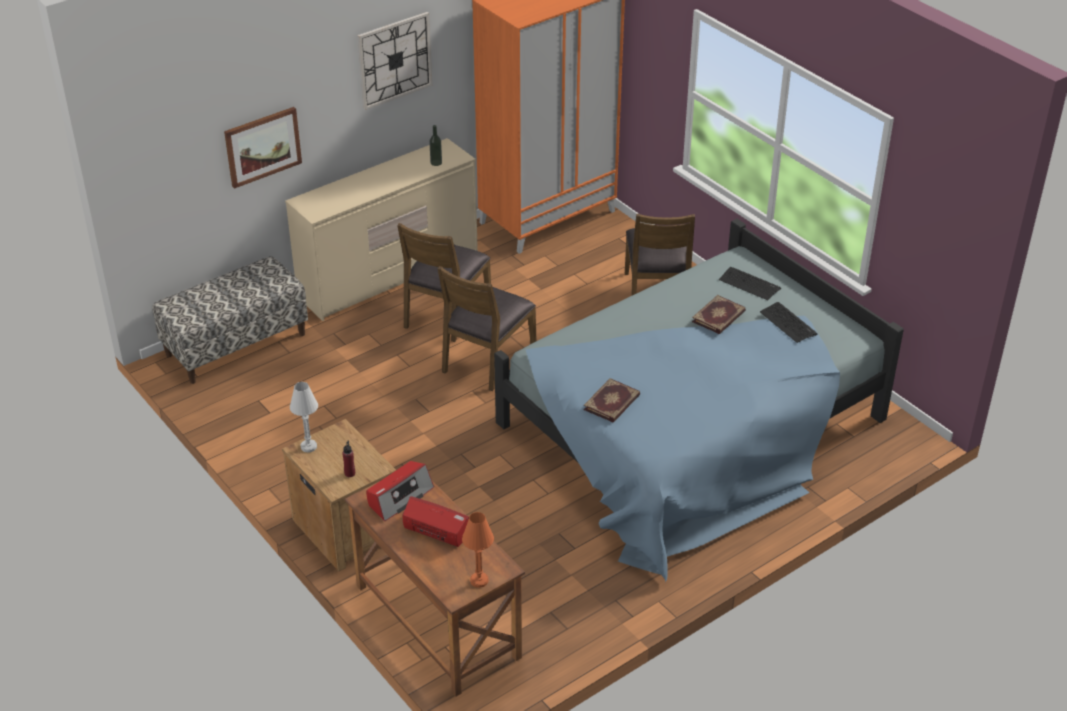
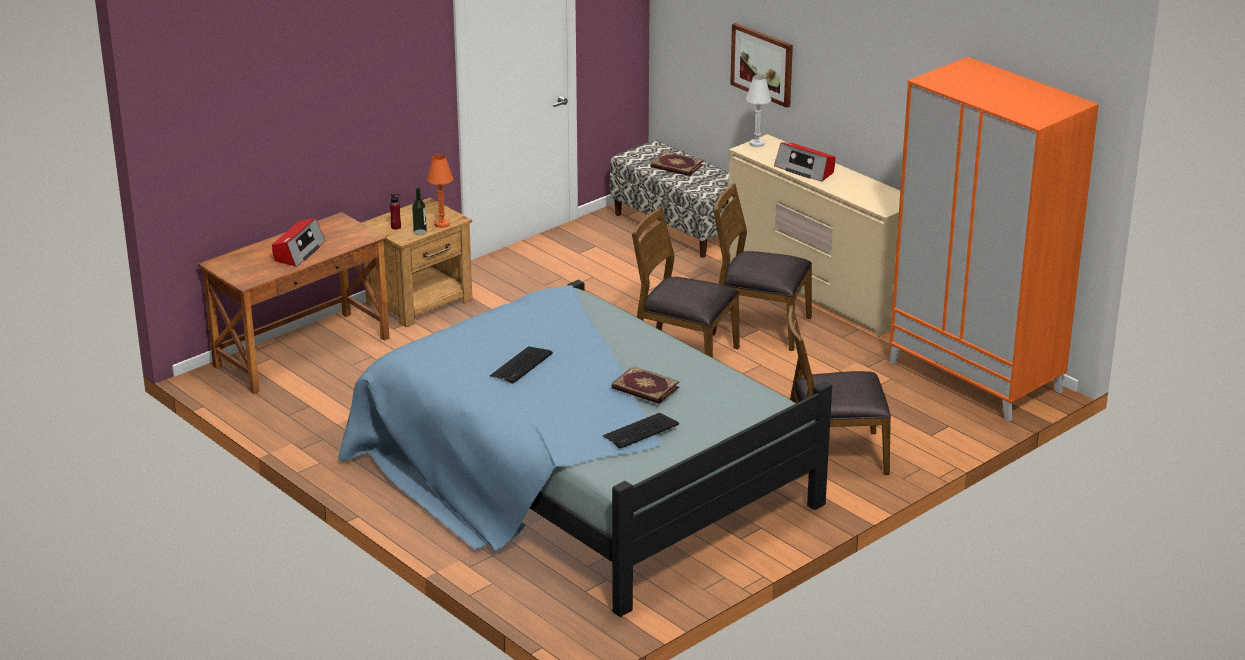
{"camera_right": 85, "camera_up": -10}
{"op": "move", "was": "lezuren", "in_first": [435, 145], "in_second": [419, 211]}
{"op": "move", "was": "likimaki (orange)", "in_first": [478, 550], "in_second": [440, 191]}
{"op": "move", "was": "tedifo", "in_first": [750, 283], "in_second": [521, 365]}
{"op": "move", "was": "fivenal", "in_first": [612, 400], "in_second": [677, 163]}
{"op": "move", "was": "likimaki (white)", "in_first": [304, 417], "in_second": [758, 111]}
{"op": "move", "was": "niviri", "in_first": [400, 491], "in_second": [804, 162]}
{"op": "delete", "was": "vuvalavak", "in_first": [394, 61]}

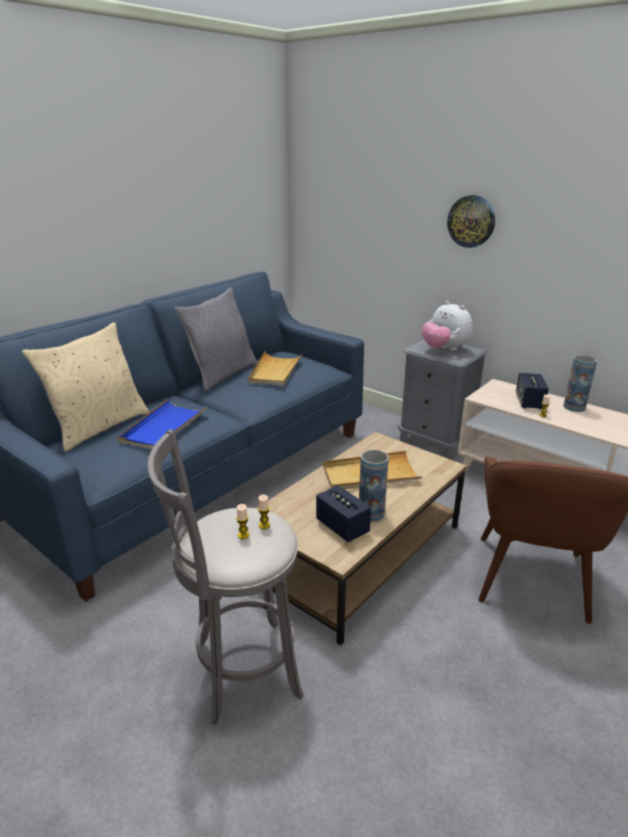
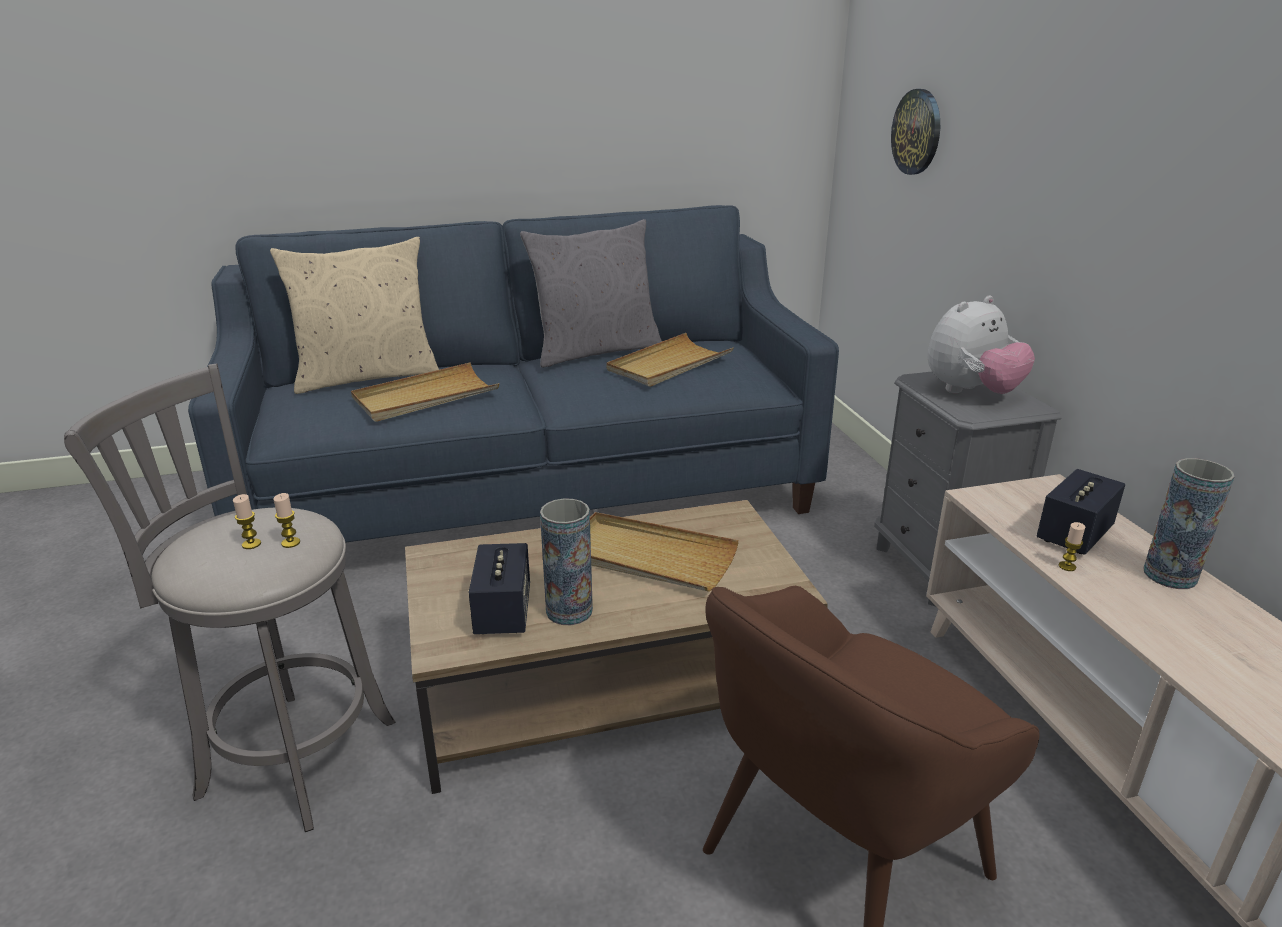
{"camera_right": 35, "camera_up": 0}
{"op": "recolor", "was": "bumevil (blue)", "now": "bumevil (beige)", "in_first": [163, 424], "in_second": [425, 392]}
{"op": "move", "was": "vuvalavak", "in_first": [471, 221], "in_second": [915, 132]}
{"op": "rotate", "was": "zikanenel", "in_first": [447, 326], "in_second": [981, 345], "clockwise": -120}

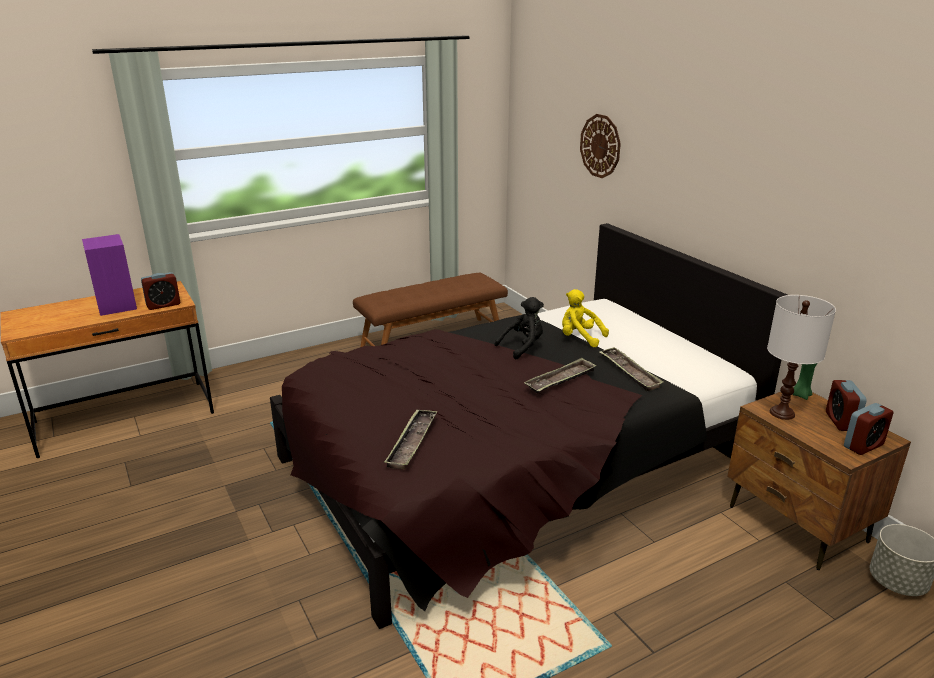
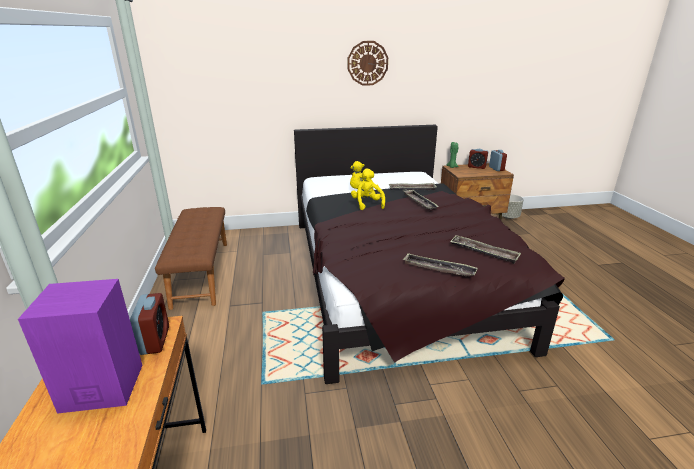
{"camera_right": -70, "camera_up": 0}
{"op": "move", "was": "vuvalavak", "in_first": [600, 146], "in_second": [368, 63]}
{"op": "recolor", "was": "zikanenel (black)", "now": "zikanenel (yellow)", "in_first": [519, 328], "in_second": [368, 189]}
{"op": "insert", "now": "bumevil", "in_second": [440, 265]}
{"op": "delete", "was": "likimaki (white)", "in_first": [801, 357]}

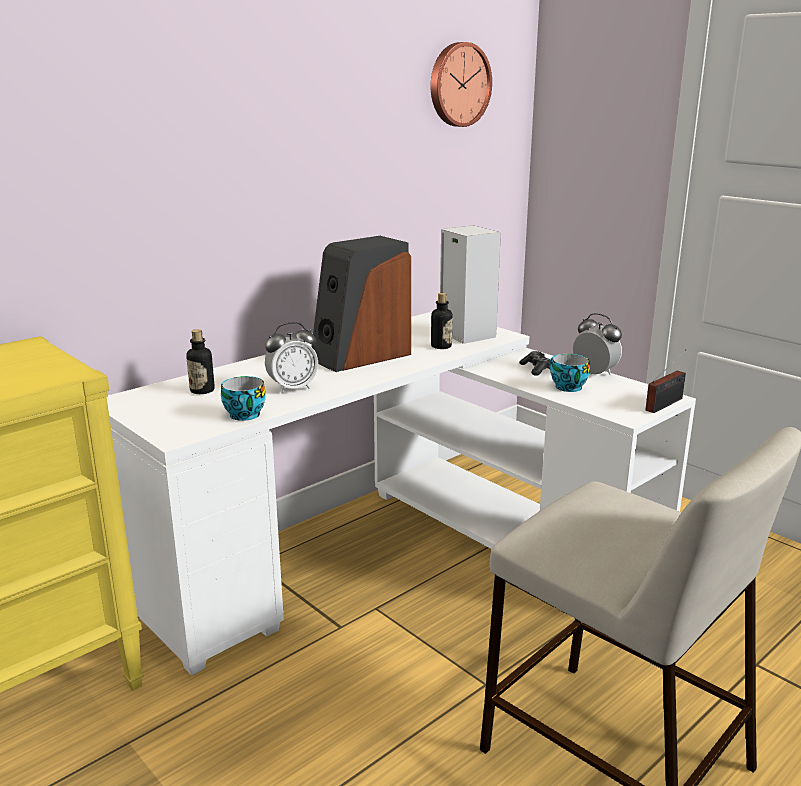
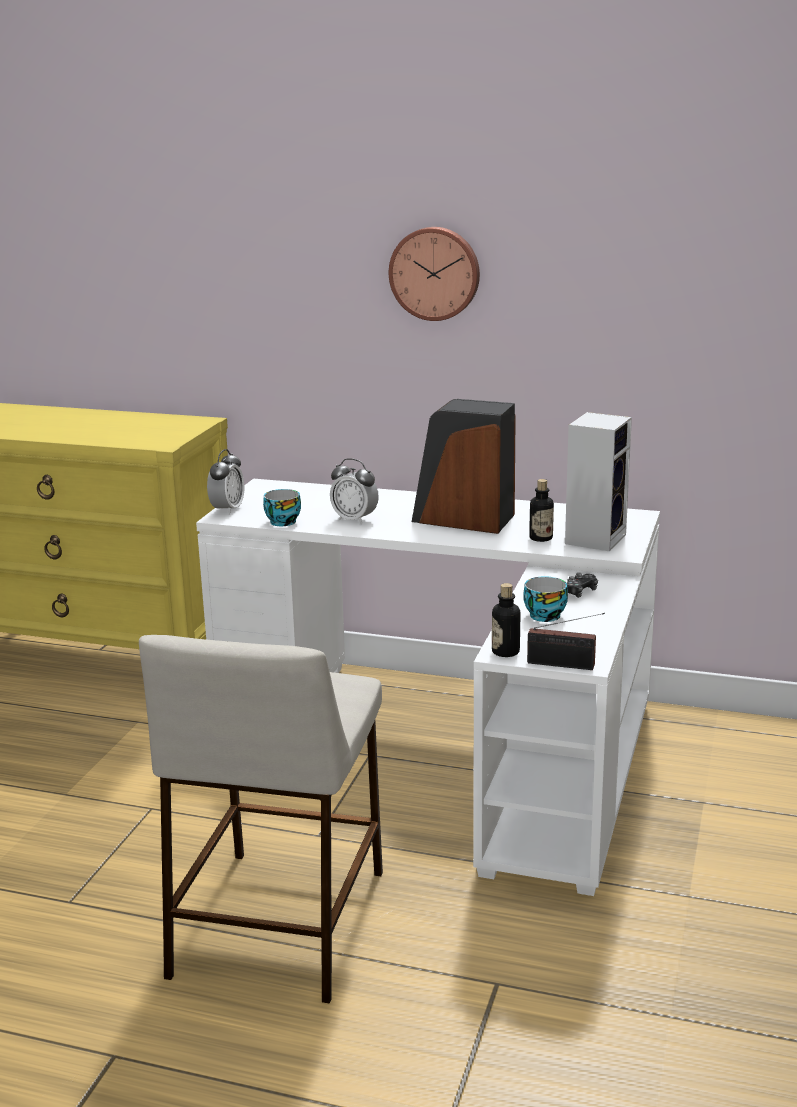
{"camera_right": 60, "camera_up": 0}
{"op": "move", "was": "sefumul", "in_first": [597, 344], "in_second": [225, 482]}
{"op": "move", "was": "vuvalavak", "in_first": [461, 84], "in_second": [434, 274]}
{"op": "move", "was": "lezuren", "in_first": [200, 361], "in_second": [506, 620]}

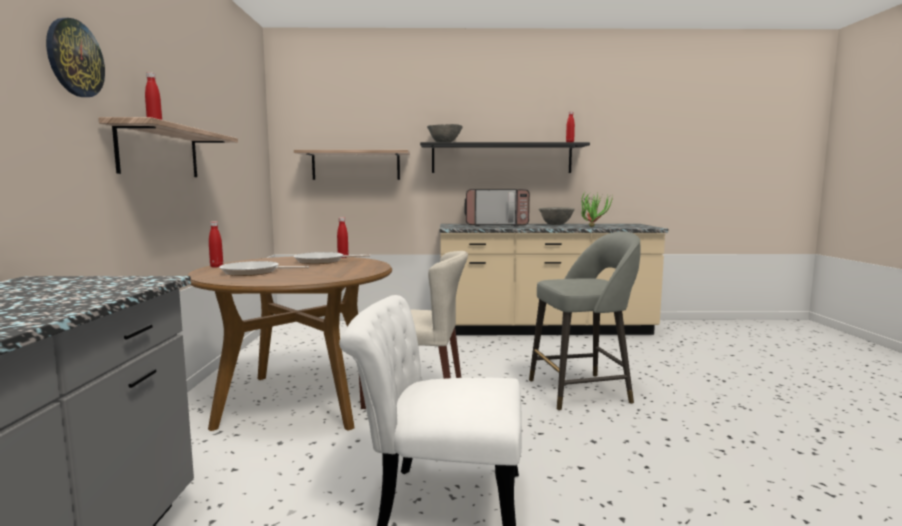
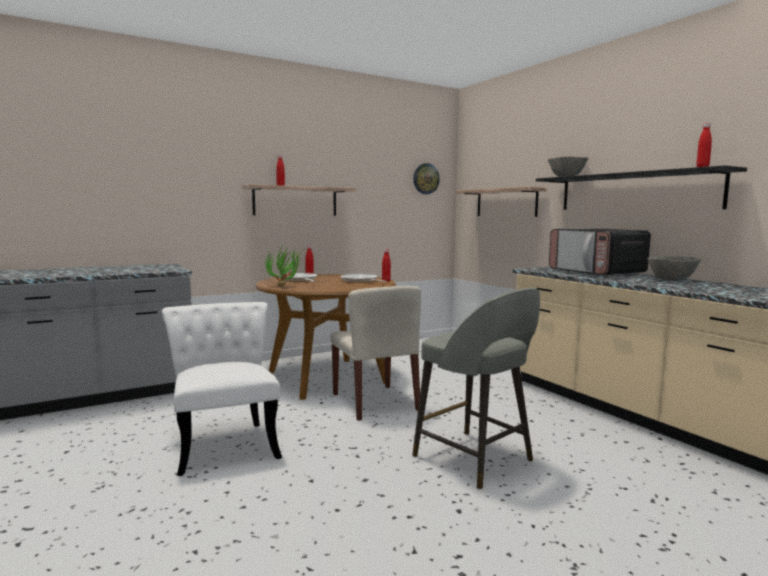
{"camera_right": 60, "camera_up": 0}
{"op": "move", "was": "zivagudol", "in_first": [597, 209], "in_second": [283, 266]}
{"op": "move", "was": "vuvalavak", "in_first": [75, 57], "in_second": [426, 178]}

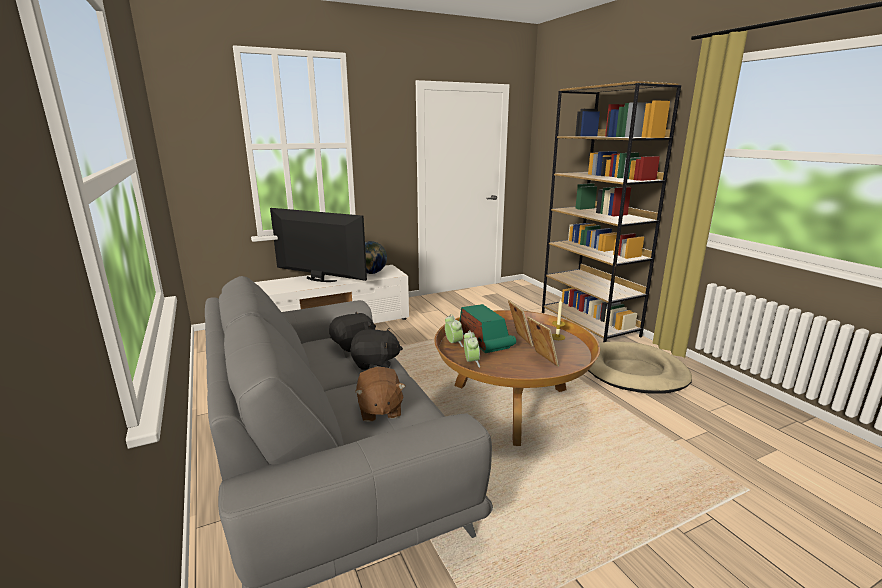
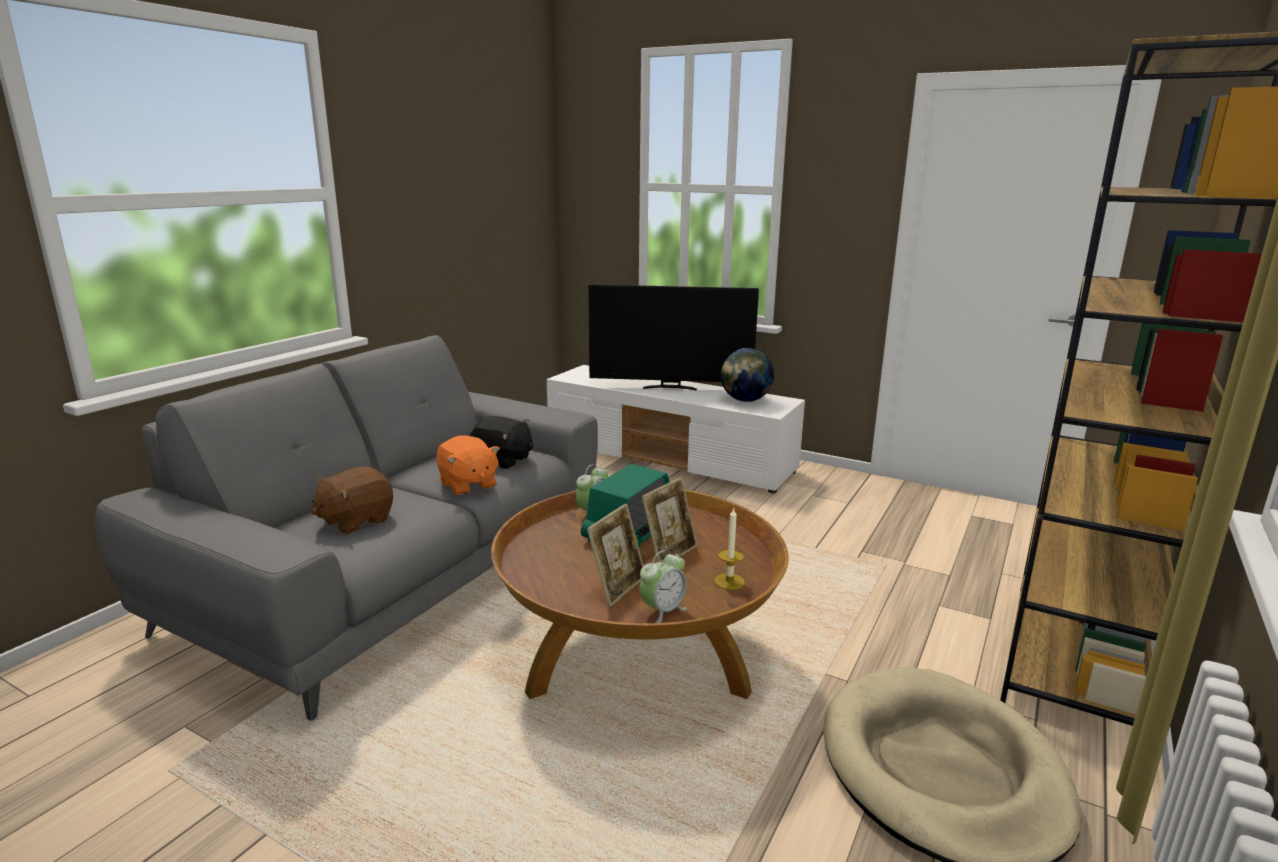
{"camera_right": 55, "camera_up": 0}
{"op": "recolor", "was": "zikanenel (black)", "now": "zikanenel (orange)", "in_first": [376, 349], "in_second": [468, 465]}
{"op": "rotate", "was": "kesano", "in_first": [318, 245], "in_second": [673, 337], "clockwise": 105}
{"op": "move", "was": "sefumul", "in_first": [472, 349], "in_second": [663, 586]}

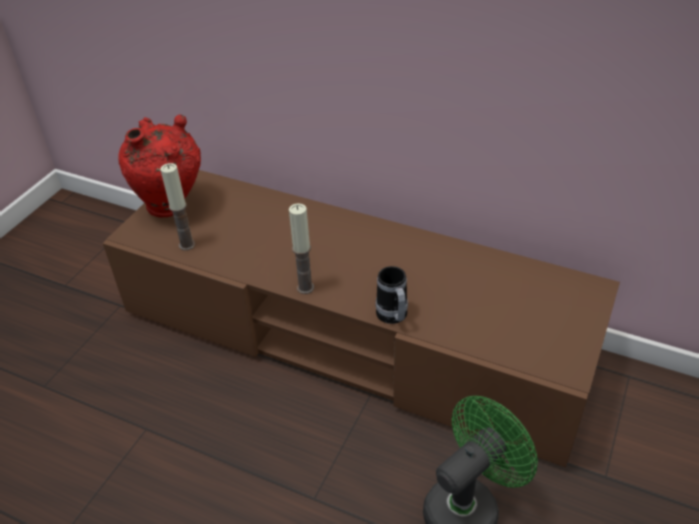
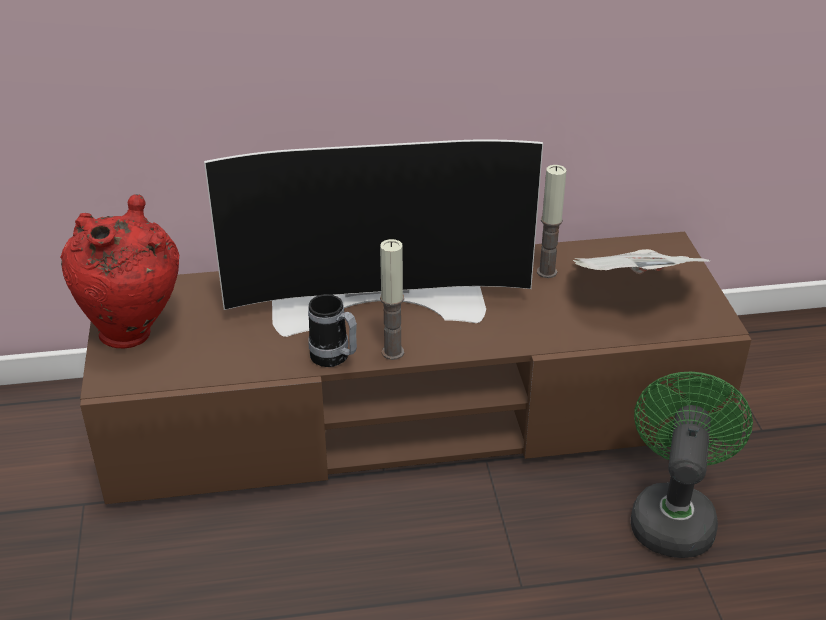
{"camera_right": -35, "camera_up": -5}
{"op": "insert", "now": "kesano", "in_second": [373, 238]}
{"op": "move", "was": "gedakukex", "in_first": [392, 295], "in_second": [332, 330]}
{"op": "move", "was": "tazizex", "in_first": [177, 206], "in_second": [552, 221]}
{"op": "insert", "now": "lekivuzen", "in_second": [641, 261]}

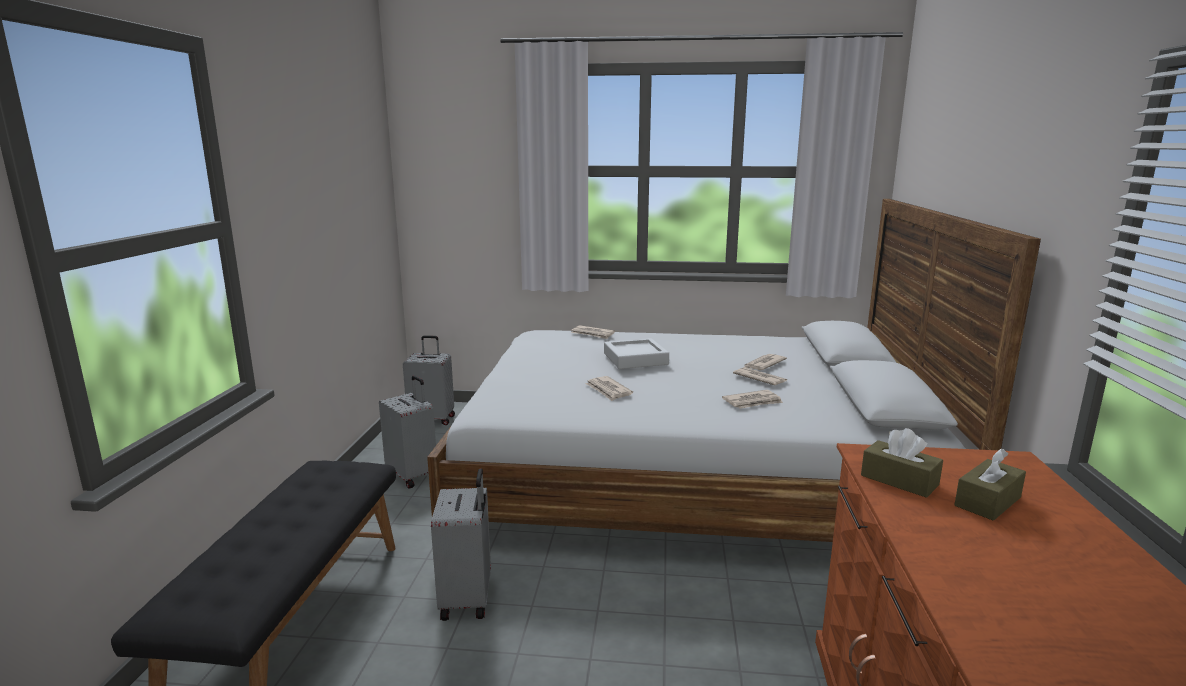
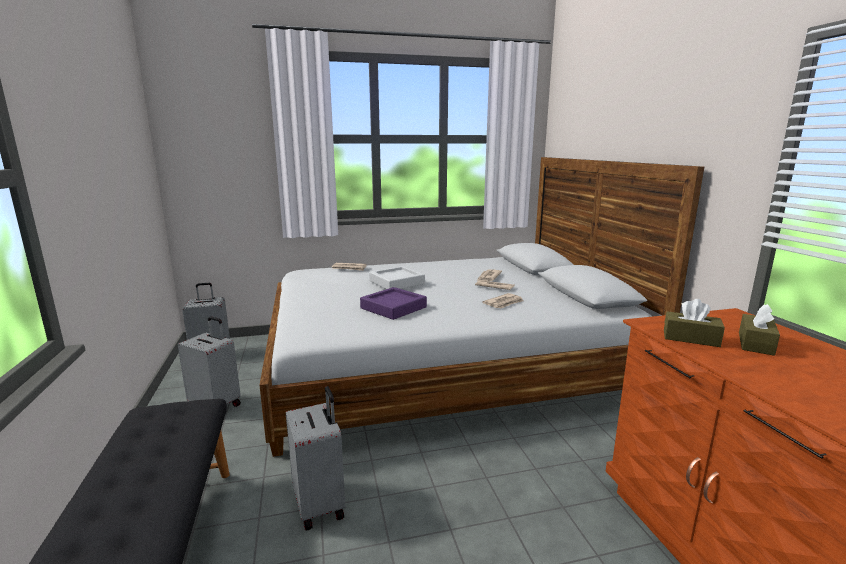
{"camera_right": -20, "camera_up": 0}
{"op": "replace", "was": "lekivuzen", "now": "bumevil (purple)", "in_first": [609, 388], "in_second": [393, 303]}

